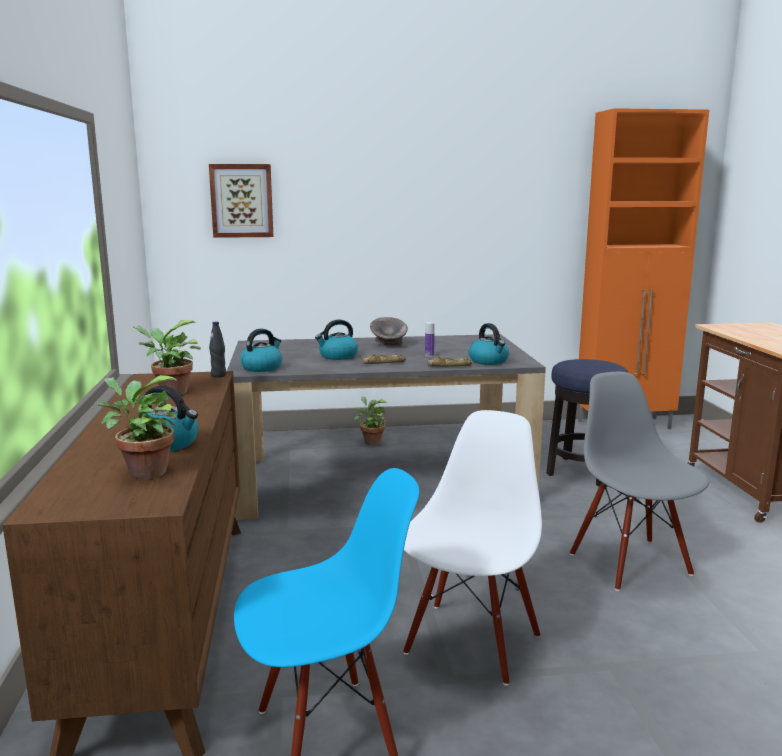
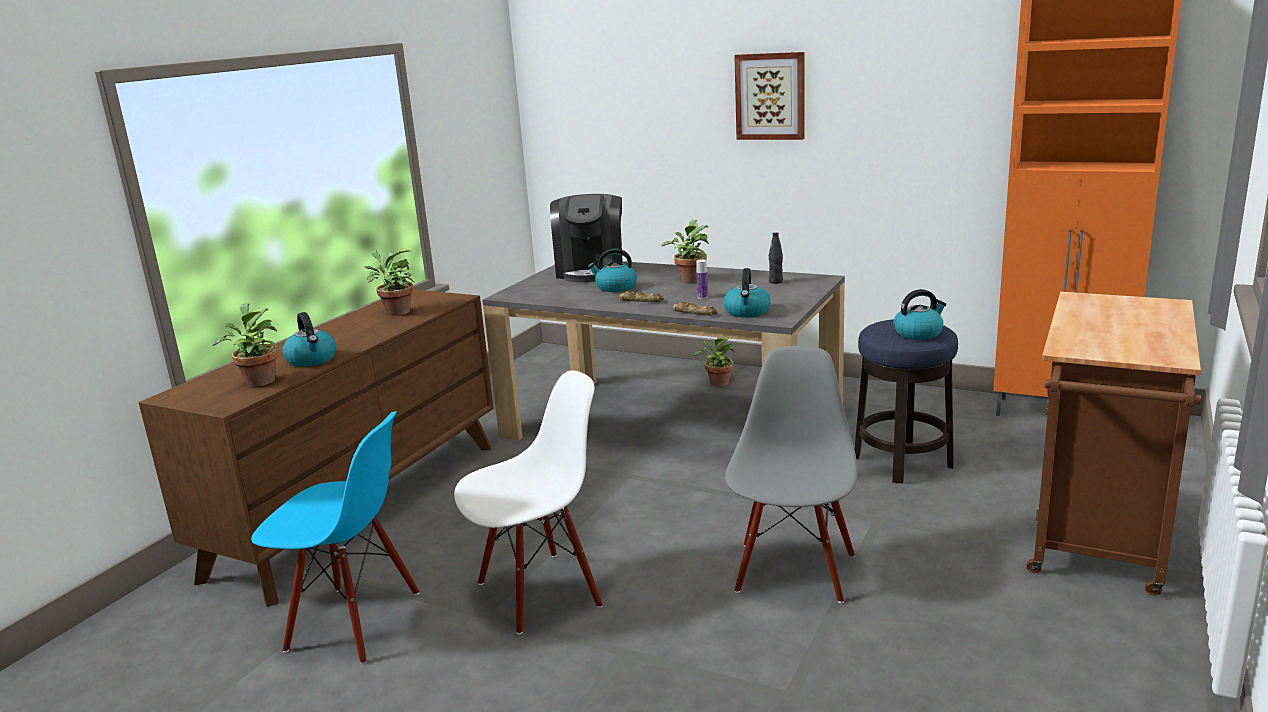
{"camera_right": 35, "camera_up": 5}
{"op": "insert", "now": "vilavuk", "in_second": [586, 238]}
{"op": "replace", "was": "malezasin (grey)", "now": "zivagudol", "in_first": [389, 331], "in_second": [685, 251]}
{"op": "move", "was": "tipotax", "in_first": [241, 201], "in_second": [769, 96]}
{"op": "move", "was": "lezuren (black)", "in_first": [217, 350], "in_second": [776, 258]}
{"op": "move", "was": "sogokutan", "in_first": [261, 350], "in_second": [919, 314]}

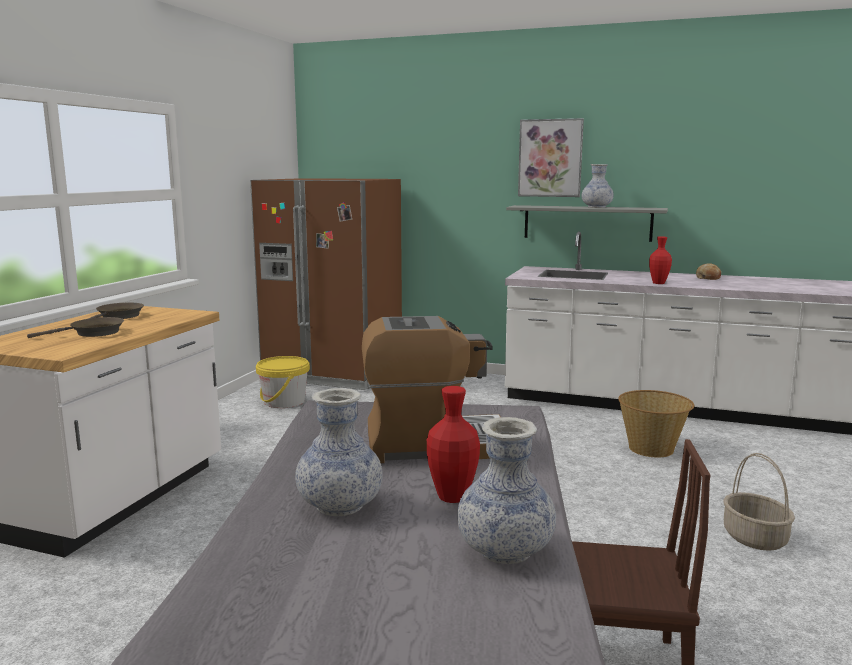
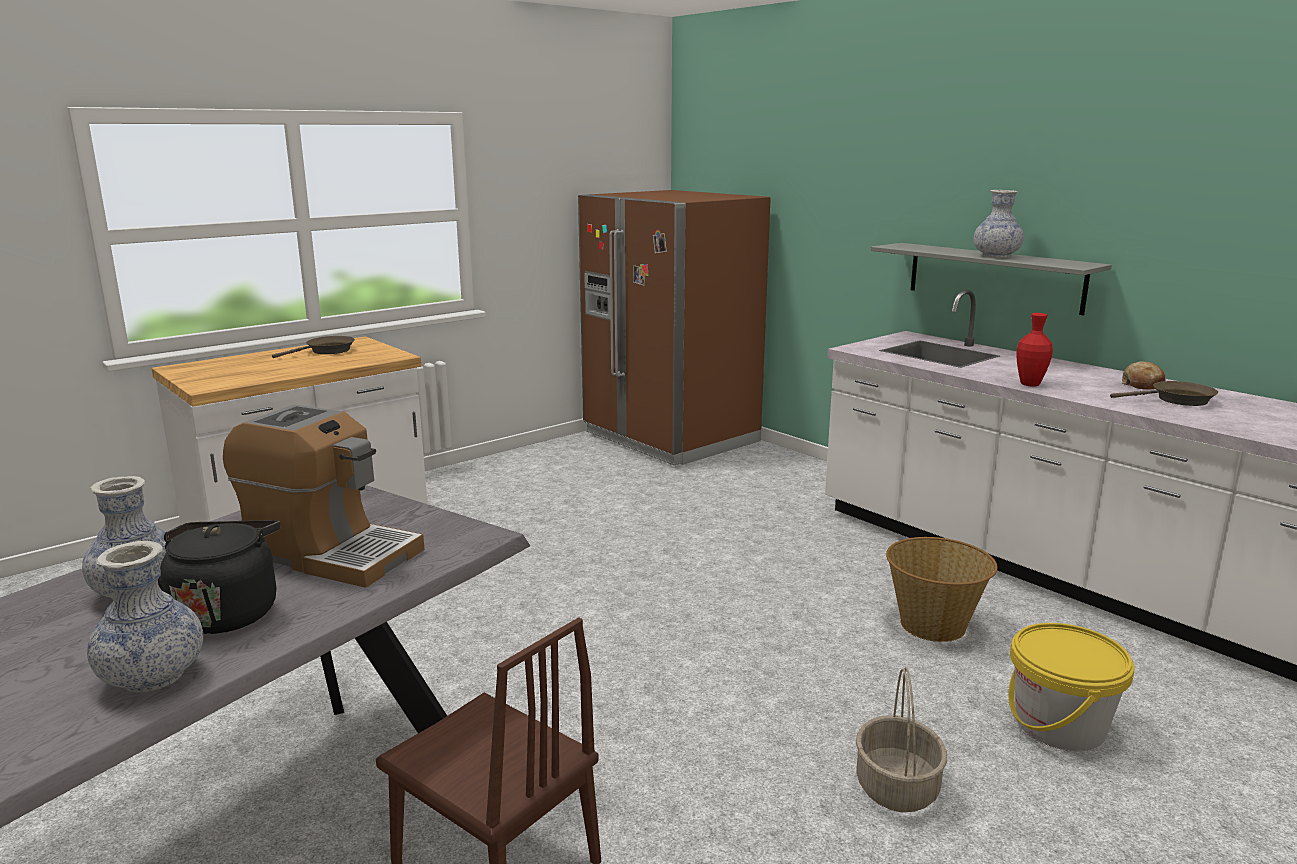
{"camera_right": 30, "camera_up": 5}
{"op": "replace", "was": "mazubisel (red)", "now": "sogokutan (black)", "in_first": [453, 444], "in_second": [219, 577]}
{"op": "move", "was": "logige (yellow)", "in_first": [283, 382], "in_second": [1071, 687]}
{"op": "move", "was": "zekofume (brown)", "in_first": [75, 327], "in_second": [1164, 393]}
{"op": "delete", "was": "tipotax", "in_first": [551, 157]}

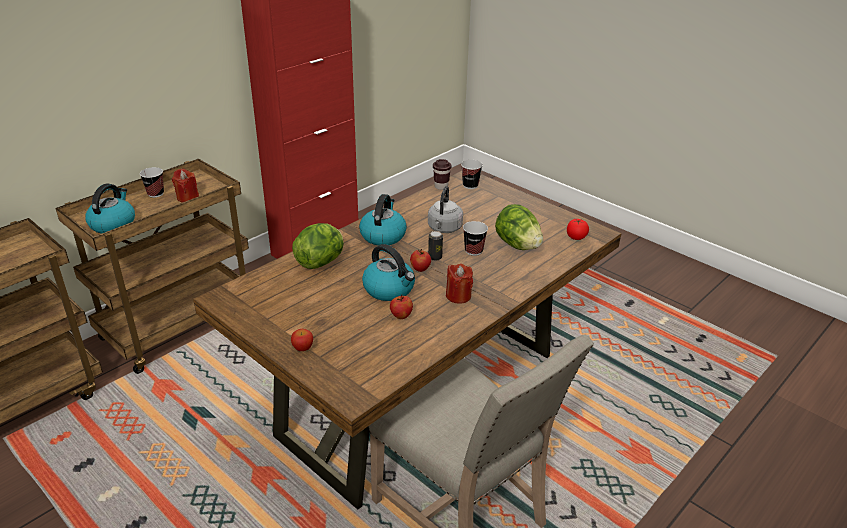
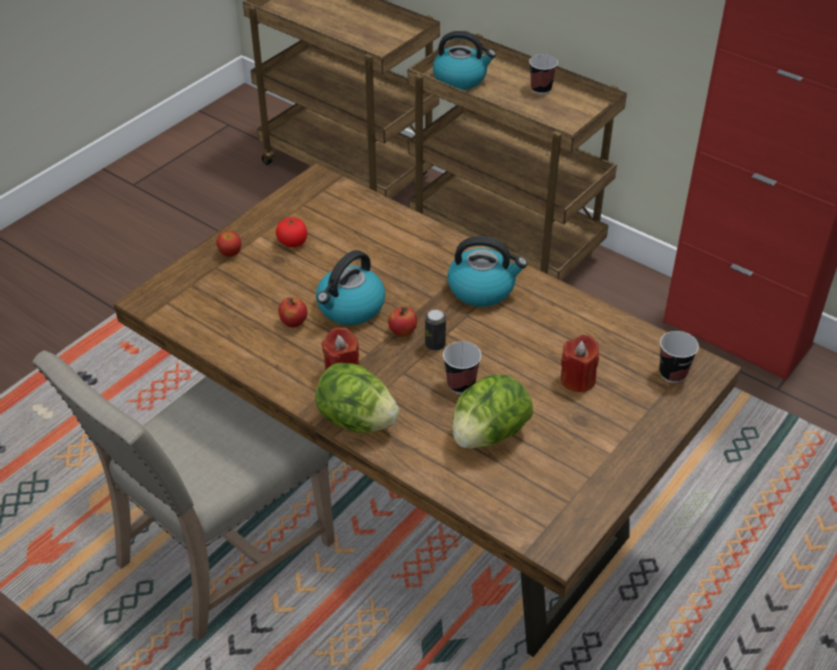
{"camera_right": 85, "camera_up": 10}
{"op": "move", "was": "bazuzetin", "in_first": [578, 229], "in_second": [291, 232]}
{"op": "move", "was": "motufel", "in_first": [318, 246], "in_second": [357, 398]}
{"op": "move", "was": "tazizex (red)", "in_first": [185, 185], "in_second": [580, 364]}
{"op": "delete", "was": "sogokutan (grey)", "in_first": [445, 209]}
{"op": "delete", "was": "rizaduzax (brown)", "in_first": [442, 174]}

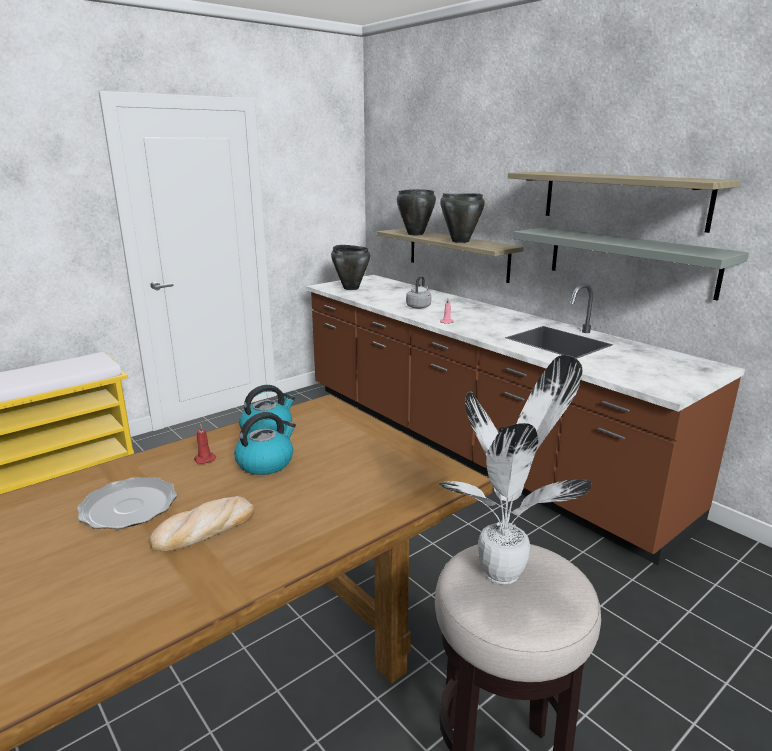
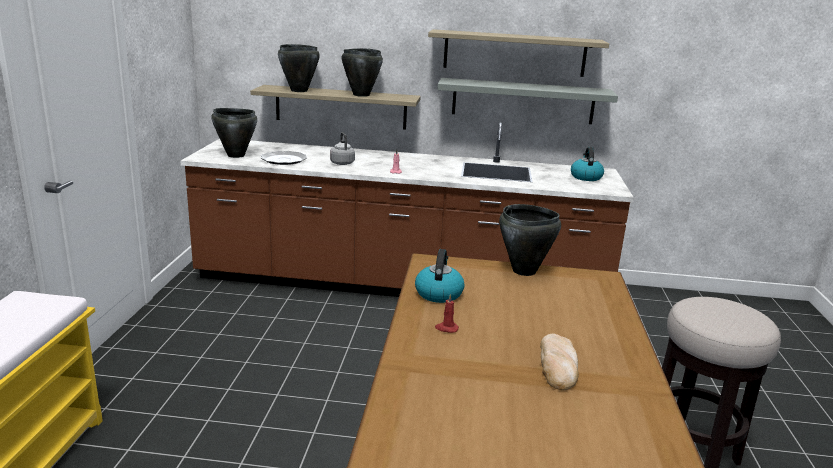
{"camera_right": -45, "camera_up": 0}
{"op": "move", "was": "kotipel", "in_first": [127, 503], "in_second": [284, 158]}
{"op": "insert", "now": "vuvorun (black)", "in_second": [530, 240]}
{"op": "move", "was": "sogokutan", "in_first": [265, 443], "in_second": [587, 164]}
{"op": "delete", "was": "zivagudol", "in_first": [515, 470]}

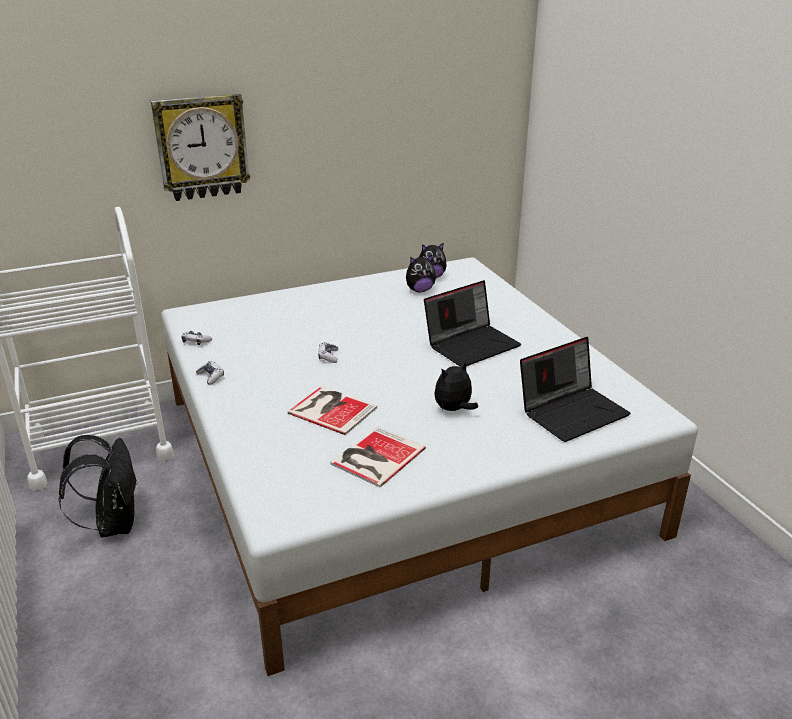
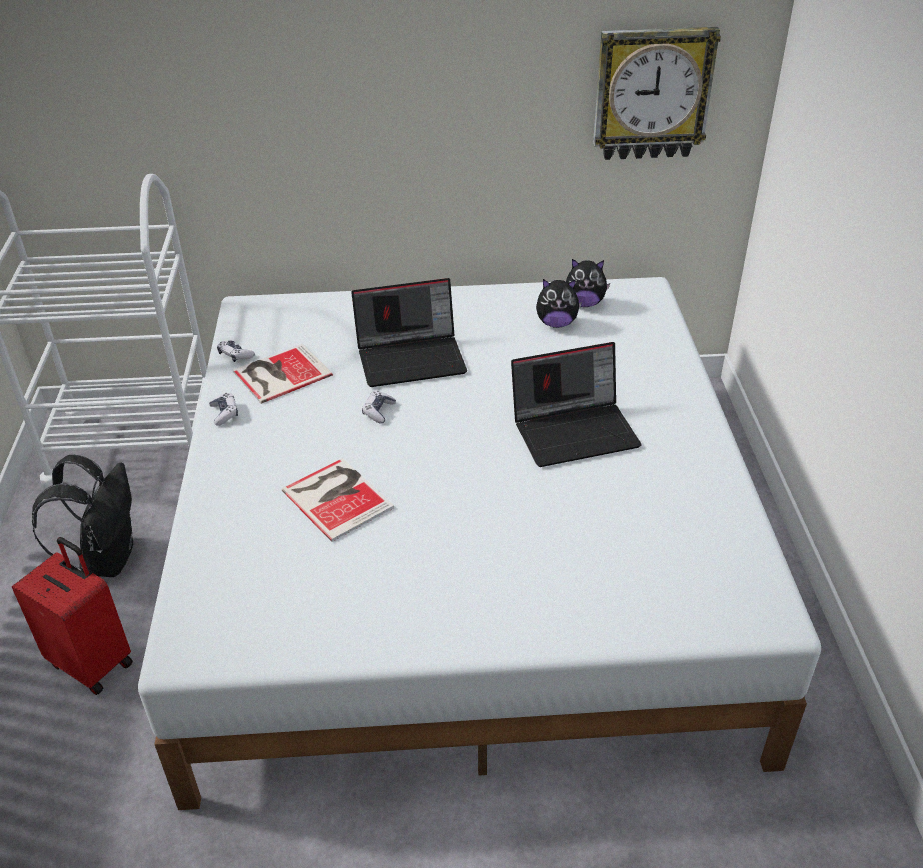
{"camera_right": 20, "camera_up": 10}
{"op": "insert", "now": "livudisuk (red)", "in_second": [72, 616]}
{"op": "move", "was": "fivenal", "in_first": [378, 456], "in_second": [283, 374]}
{"op": "move", "was": "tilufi", "in_first": [575, 389], "in_second": [409, 332]}
{"op": "move", "was": "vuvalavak", "in_first": [200, 147], "in_second": [657, 93]}
{"op": "delete", "was": "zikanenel", "in_first": [456, 385]}

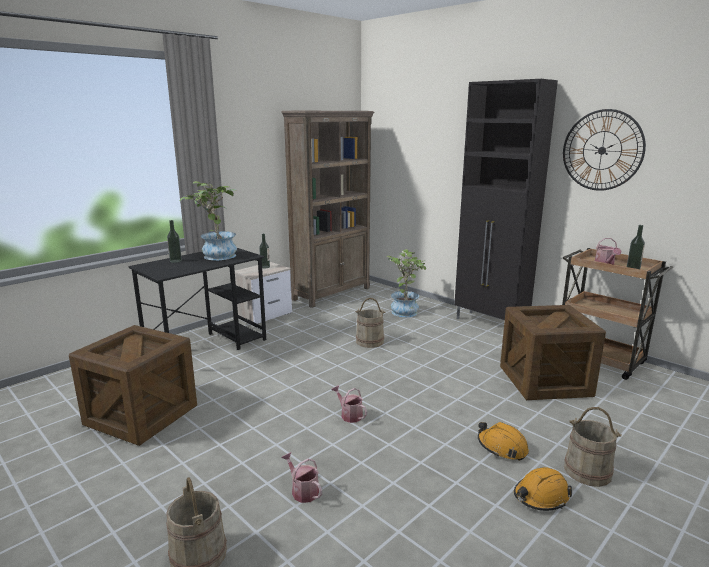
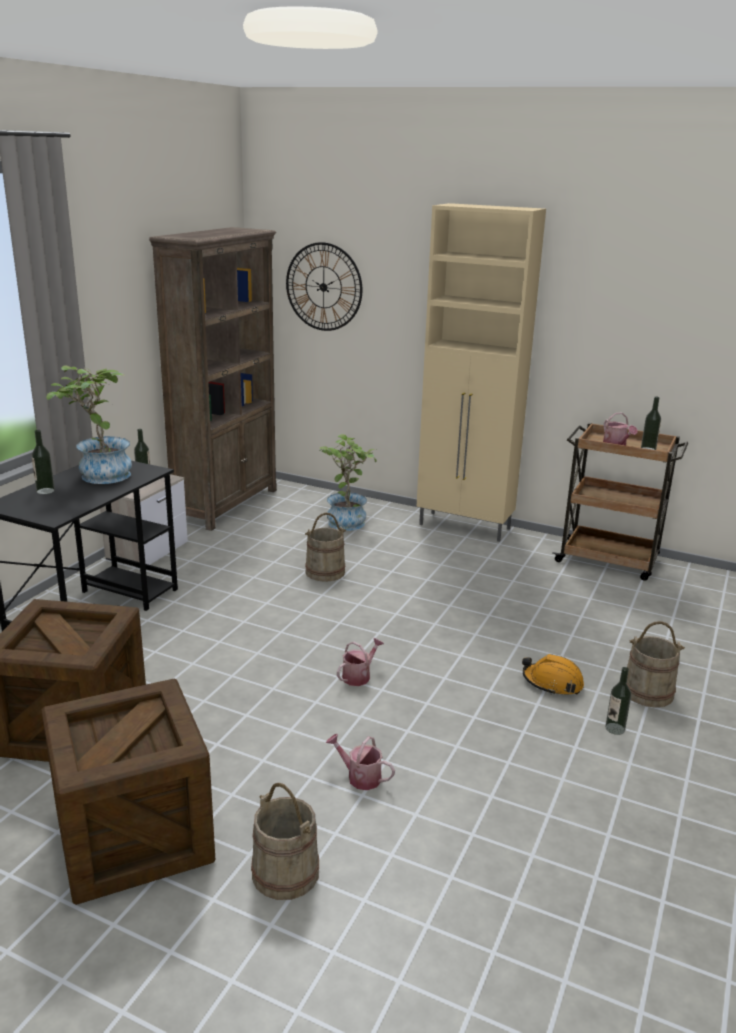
{"camera_right": -20, "camera_up": 5}
{"op": "move", "was": "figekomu", "in_first": [553, 352], "in_second": [128, 792]}
{"op": "move", "was": "vuvalavak", "in_first": [604, 150], "in_second": [324, 286]}
{"op": "rotate", "was": "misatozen", "in_first": [349, 404], "in_second": [360, 662], "clockwise": 105}
{"op": "recolor", "was": "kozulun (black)", "now": "kozulun (beige)", "in_first": [506, 199], "in_second": [481, 372]}
{"op": "replace", "was": "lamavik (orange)", "now": "lezuren", "in_first": [543, 489], "in_second": [618, 701]}

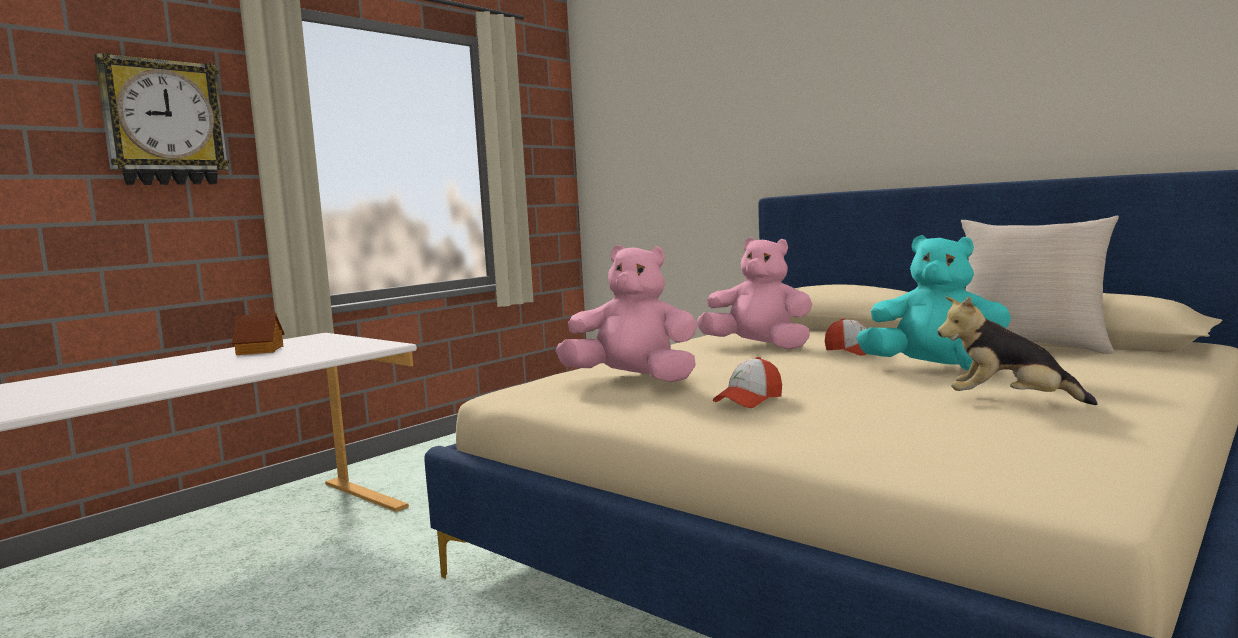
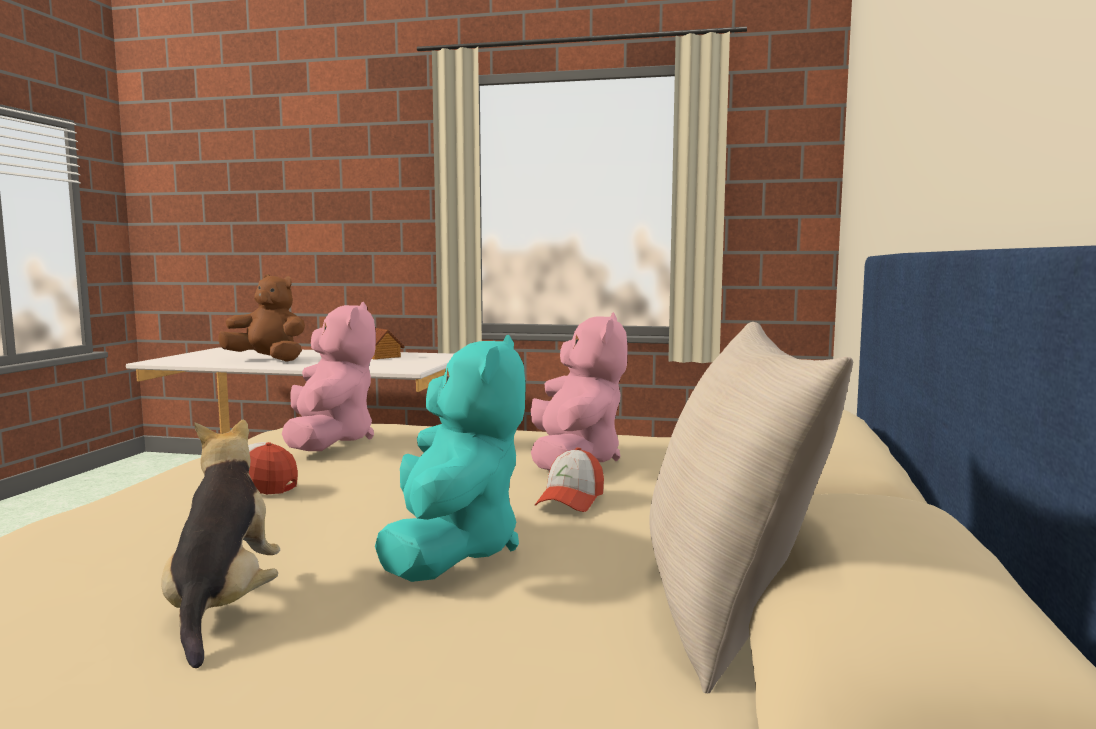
{"camera_right": 60, "camera_up": 0}
{"op": "insert", "now": "zikanenel (brown)", "in_second": [261, 318]}
{"op": "delete", "was": "vuvalavak", "in_first": [162, 119]}

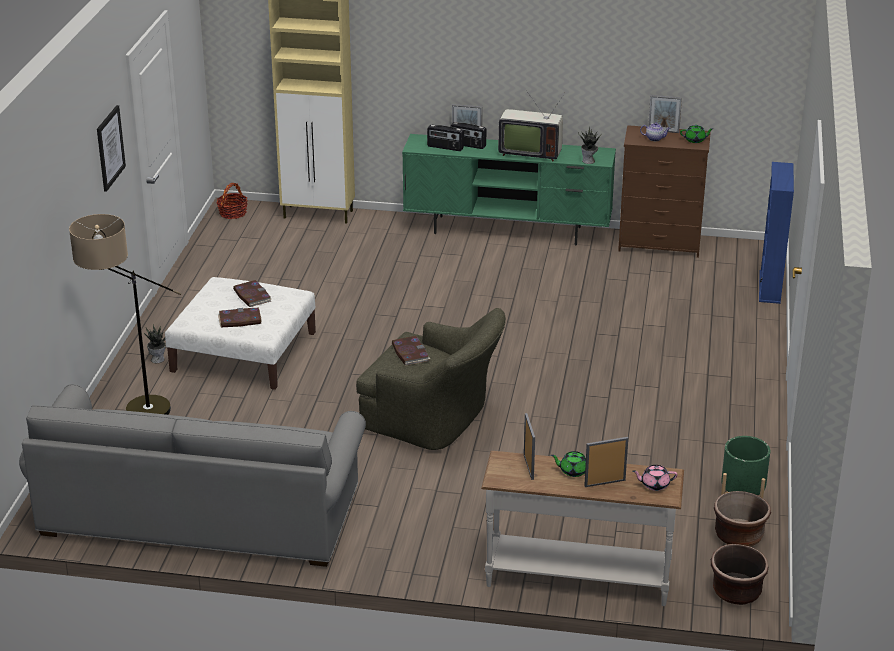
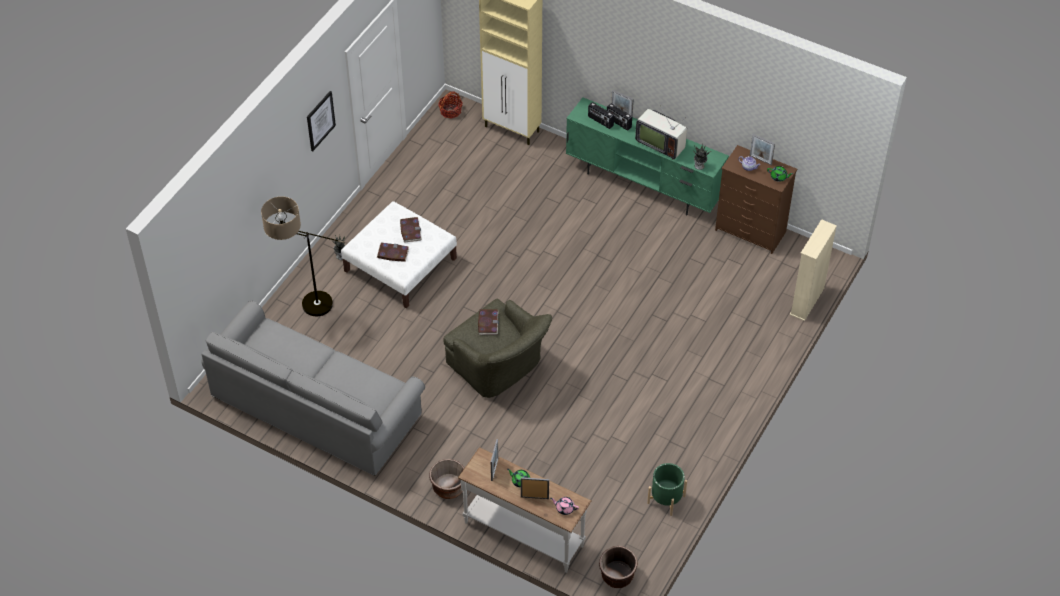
{"camera_right": 20, "camera_up": 20}
{"op": "move", "was": "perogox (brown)", "in_first": [742, 519], "in_second": [446, 479]}
{"op": "recolor", "was": "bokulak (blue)", "now": "bokulak (beige)", "in_first": [776, 233], "in_second": [813, 270]}

